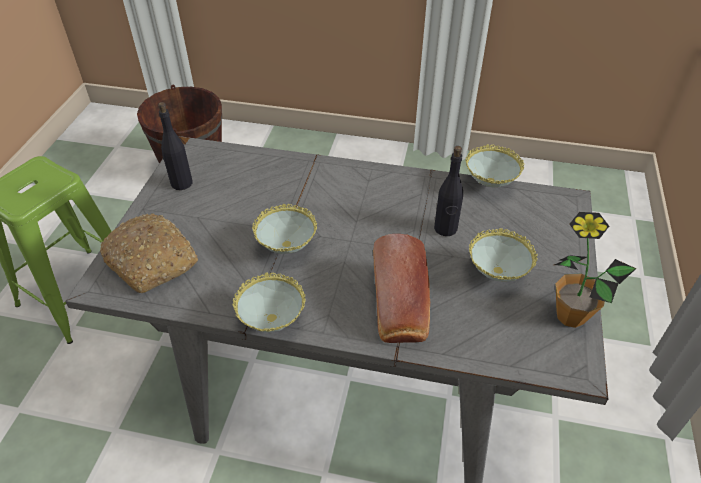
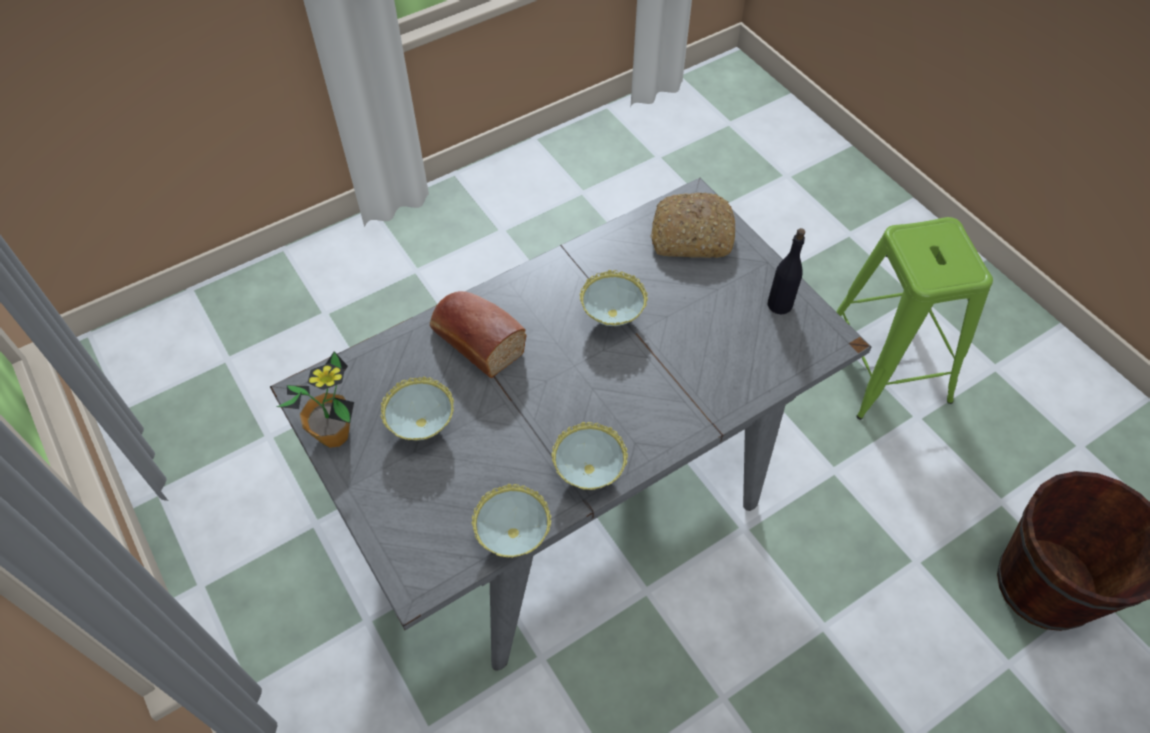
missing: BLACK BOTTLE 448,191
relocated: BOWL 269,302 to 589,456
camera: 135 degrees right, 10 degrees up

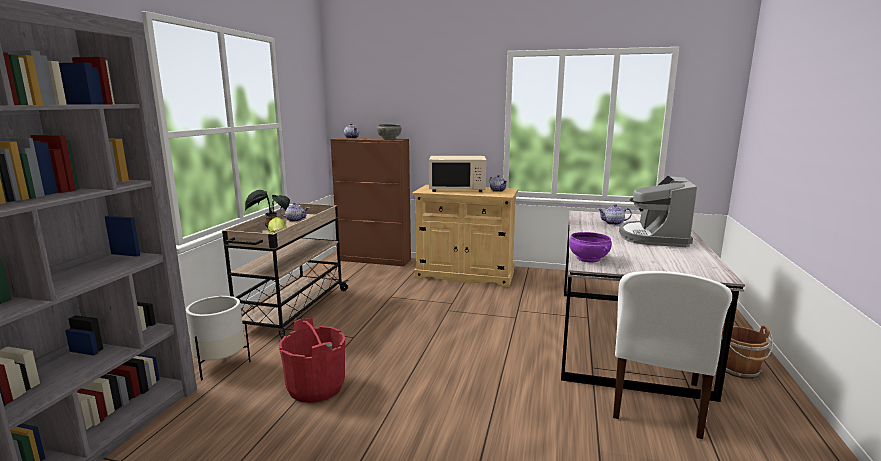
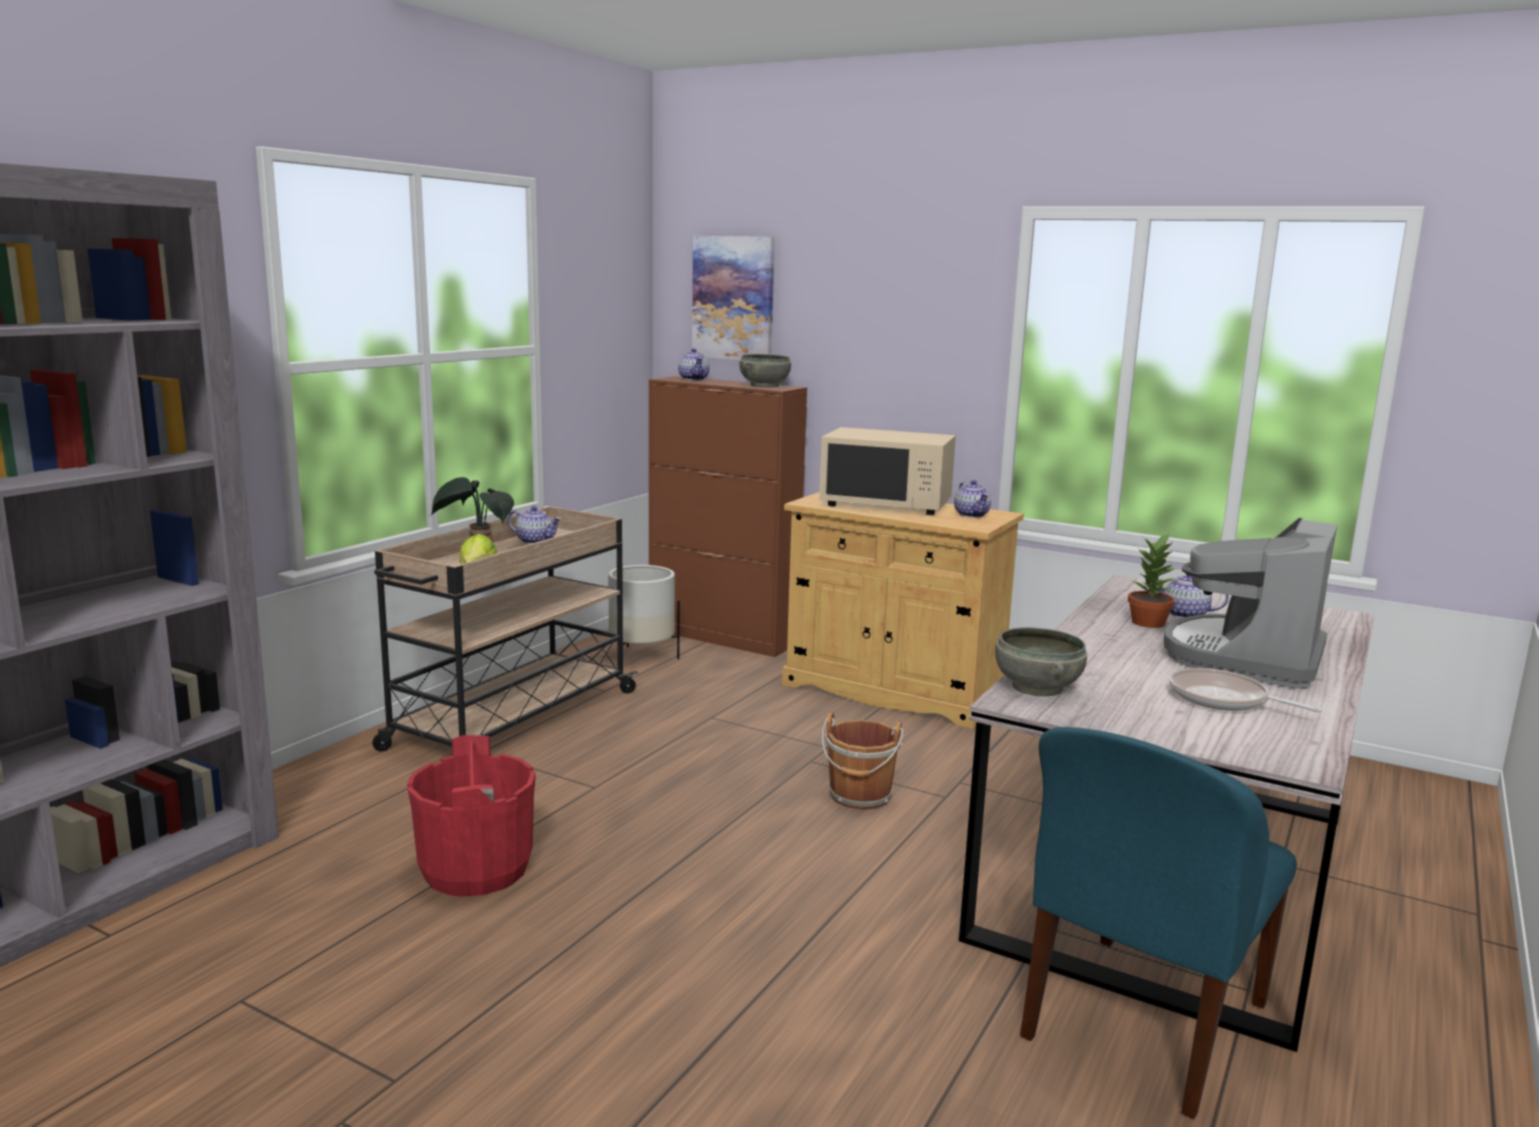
appeared: PICTURE 733,298; POTTED PLANT 1152,581; FRYING PAN 1245,690
relocated: WHITE PLANTER 218,338 to 644,612; BROWN BUCKET 747,352 to 862,761
colour: PURPLE BOWL 590,247 to GREY BOWL 1041,661; WHITE CHAIR 672,355 to BLUE CHAIR 1158,923
camera: 15 degrees right, 0 degrees up

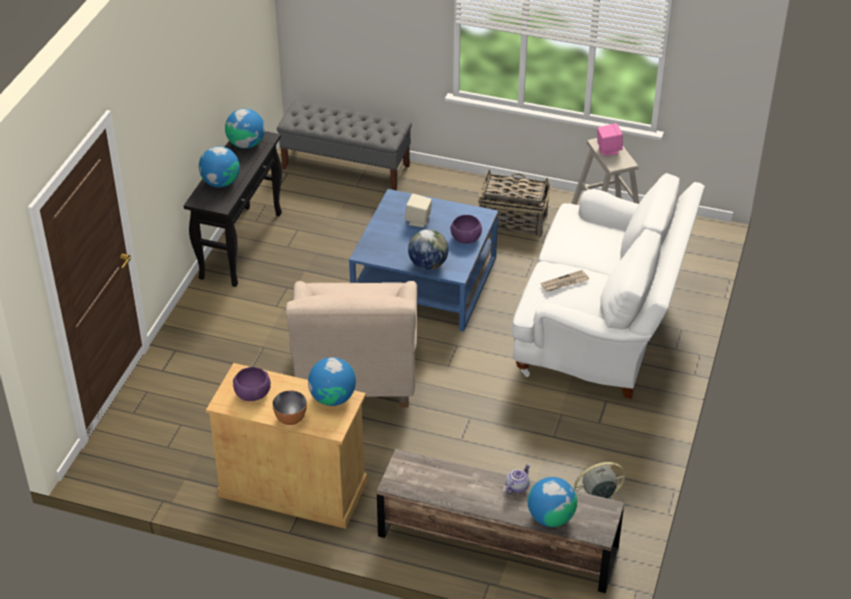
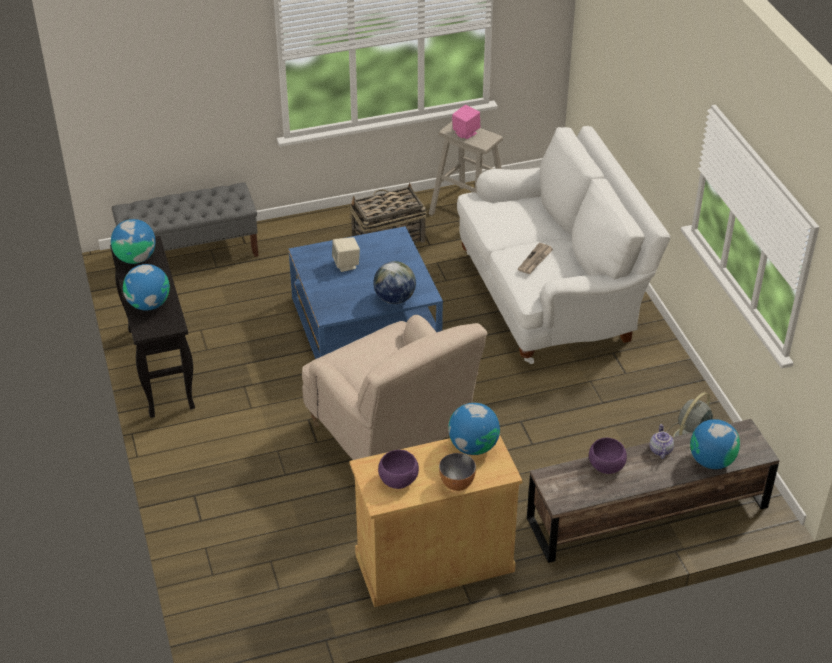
relocated: PURPLE BOWL 466,229 to 608,456
camera: 35 degrees left, 0 degrees up

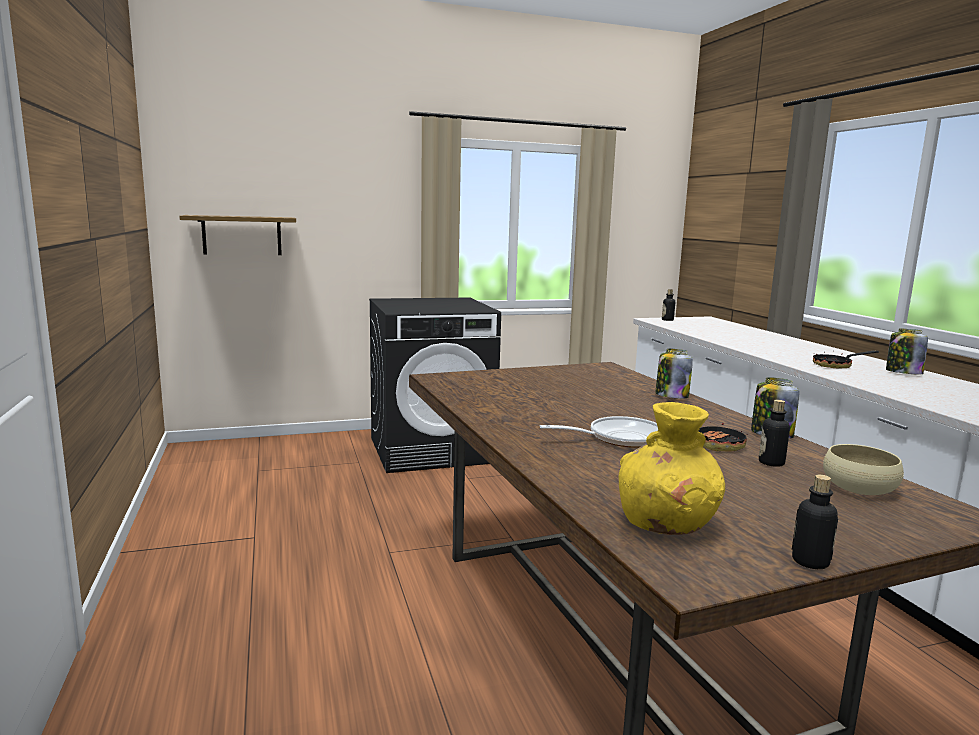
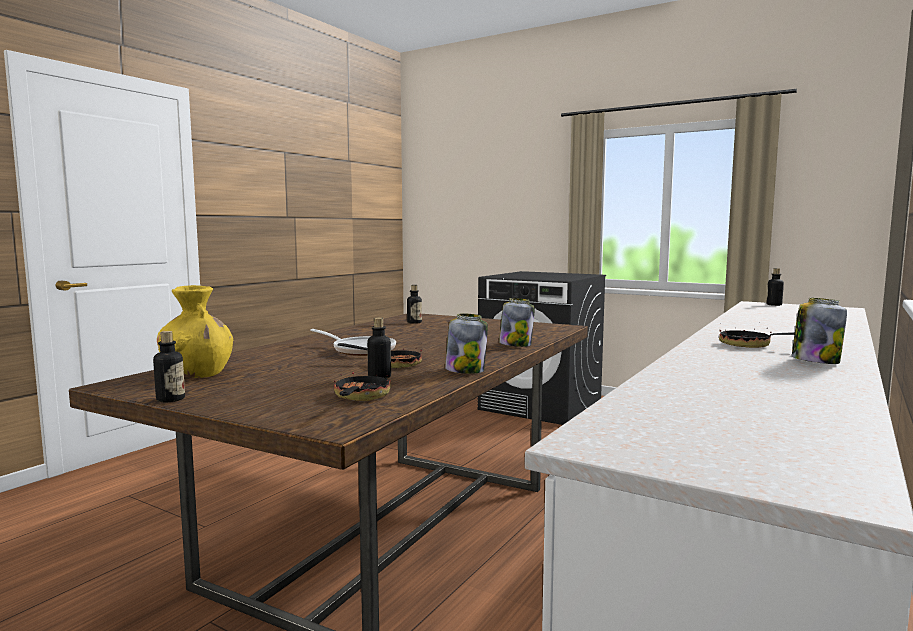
missing: SHELF 237,235
appeared: BOTTLE 414,304
exchanged: BEIGE BOWL 863,469 to FRYING PAN 362,386
camera: 50 degrees right, 5 degrees down

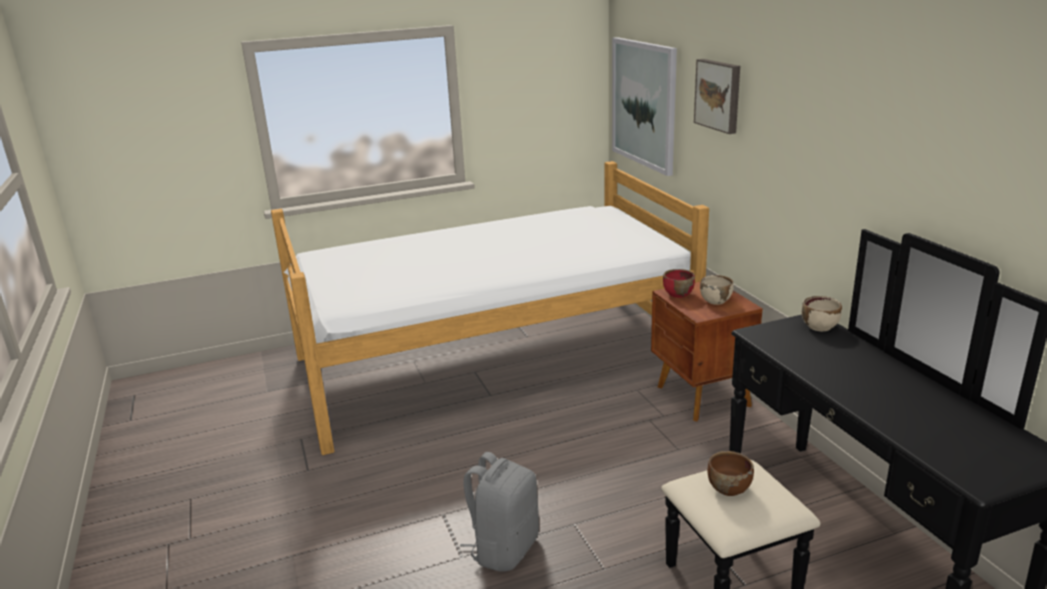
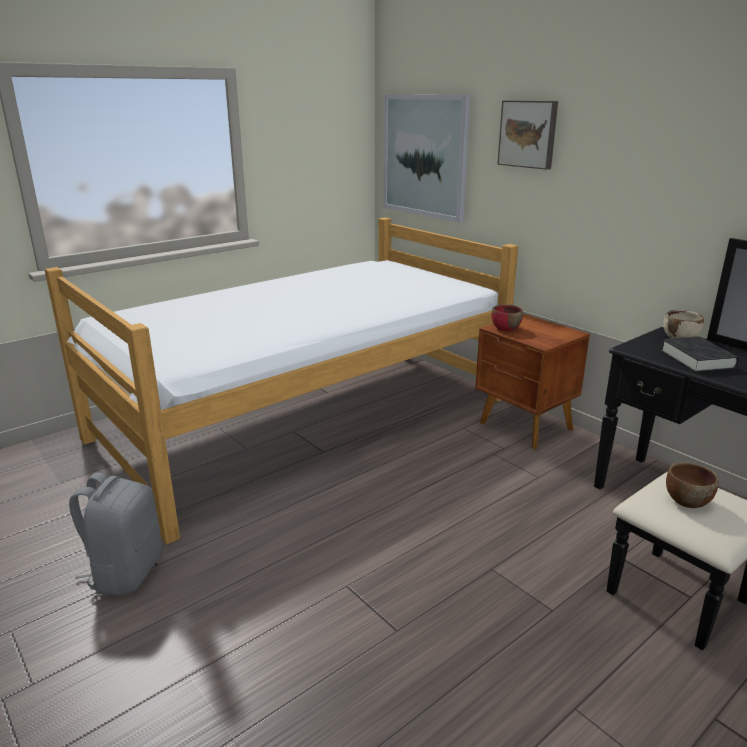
missing: BEIGE BOWL 716,290
appeared: BLACK BOOK 700,354
relocated: GREY BACKPACK 499,512 to 115,533
camera: 20 degrees left, 0 degrees up

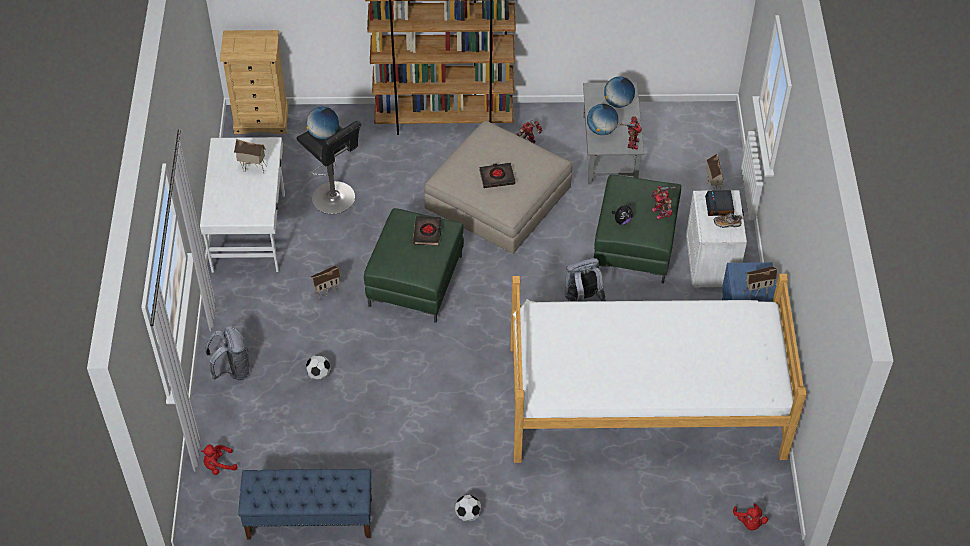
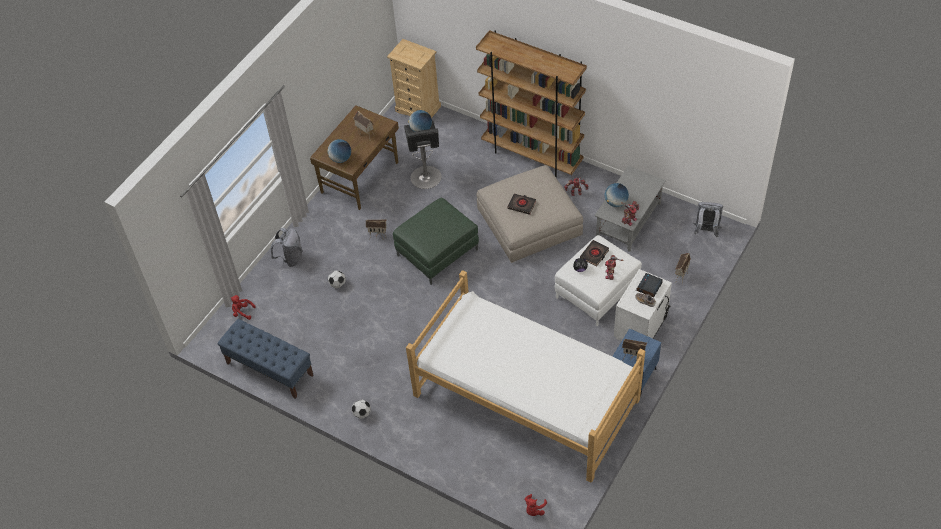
relocated: BLACK BOOK 427,231 to 594,253; GREY BACKPACK 585,279 to 708,219; GLOBE 619,92 to 339,151
colour: WHITE DESK 242,205 to BROWN DESK 354,158; GREEN OTTOMAN 637,229 to WHITE OTTOMAN 598,280
camera: 35 degrees right, 0 degrees up

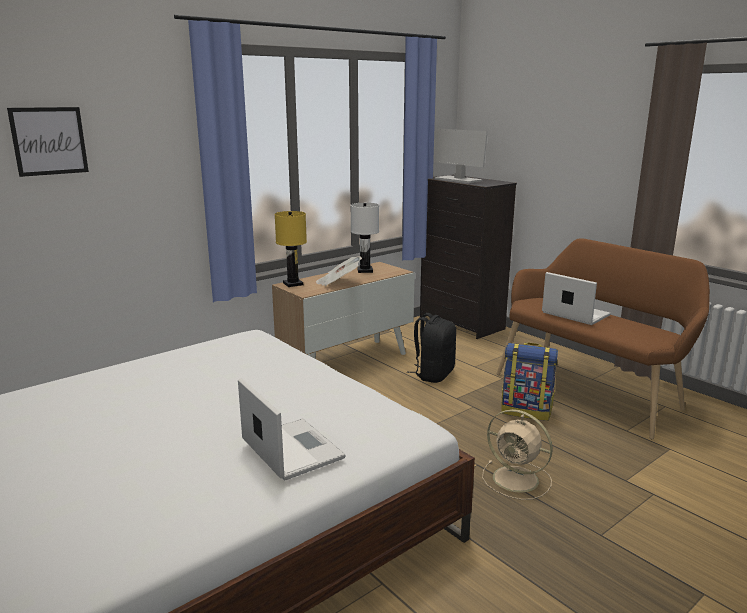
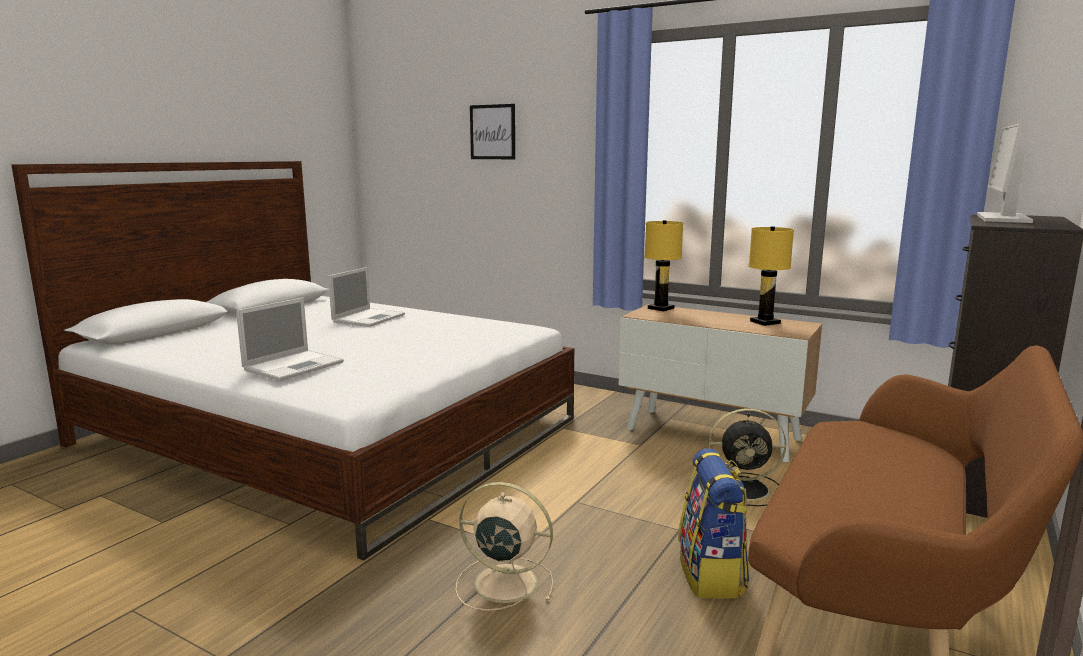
missing: NEWSPAPER 339,271
relocated: LAPTOP 576,298 to 366,297
exchanged: BLACK BACKPACK 431,348 to BLACK FAN 747,457
colour: WHITE TABLE LAMP 364,238 to YELLOW TABLE LAMP 771,276
spun: BEIGE FAN 517,454 = 504,546 90 degrees clockwise
camera: 70 degrees right, 5 degrees down

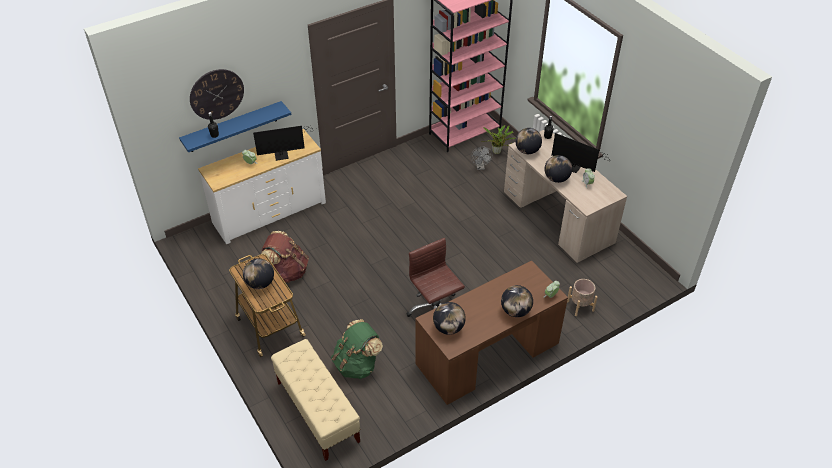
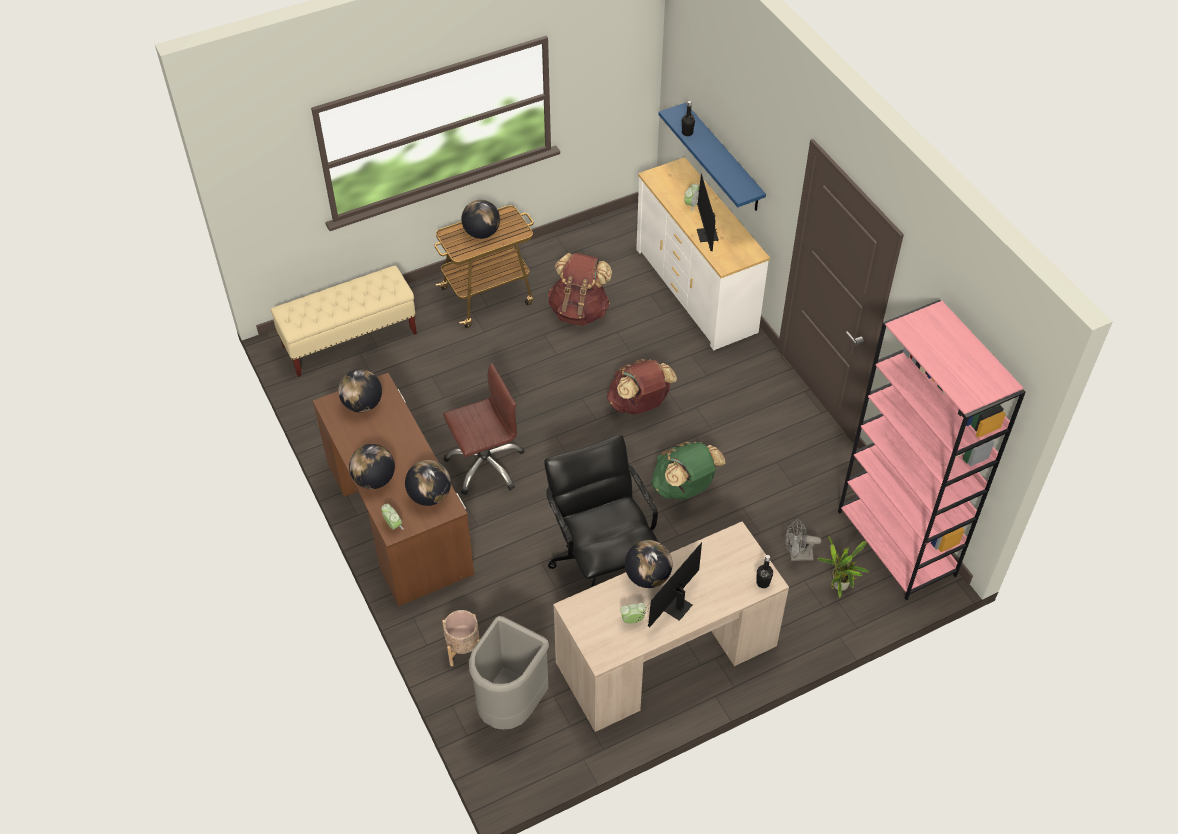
missing: WALL CLOCK 217,94
appeared: GREY TRASH CAN 509,673; BLACK OFFICE CHAIR 601,511; BROWN BACKPACK 642,387
relocated: GREEN BACKPACK 357,349 to 688,470; GLOBE 528,141 to 428,483
camera: 95 degrees right, 5 degrees up

